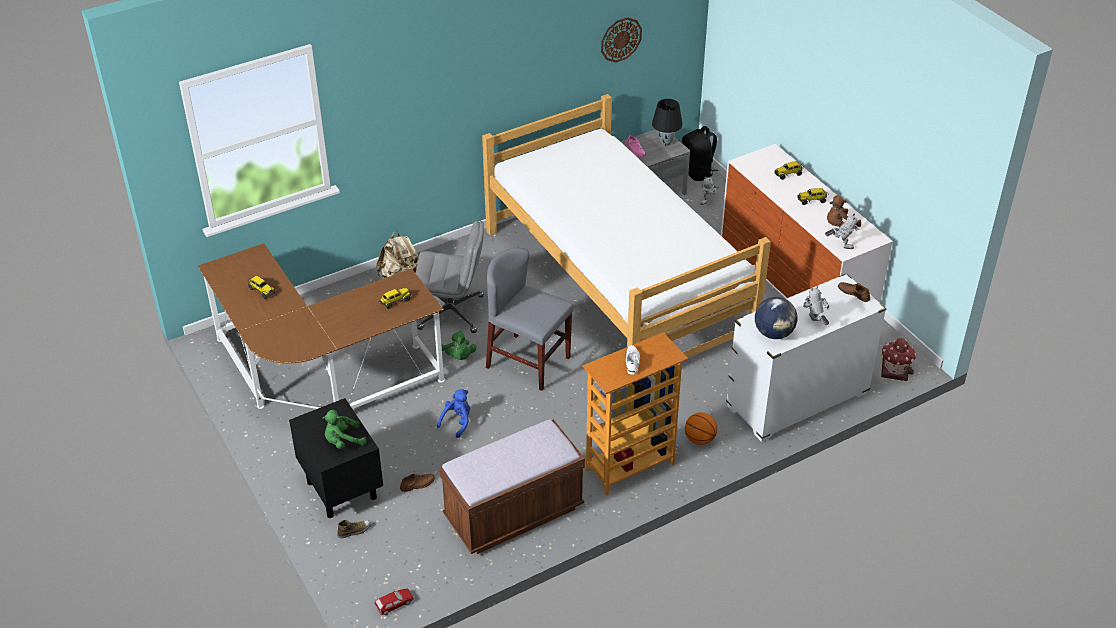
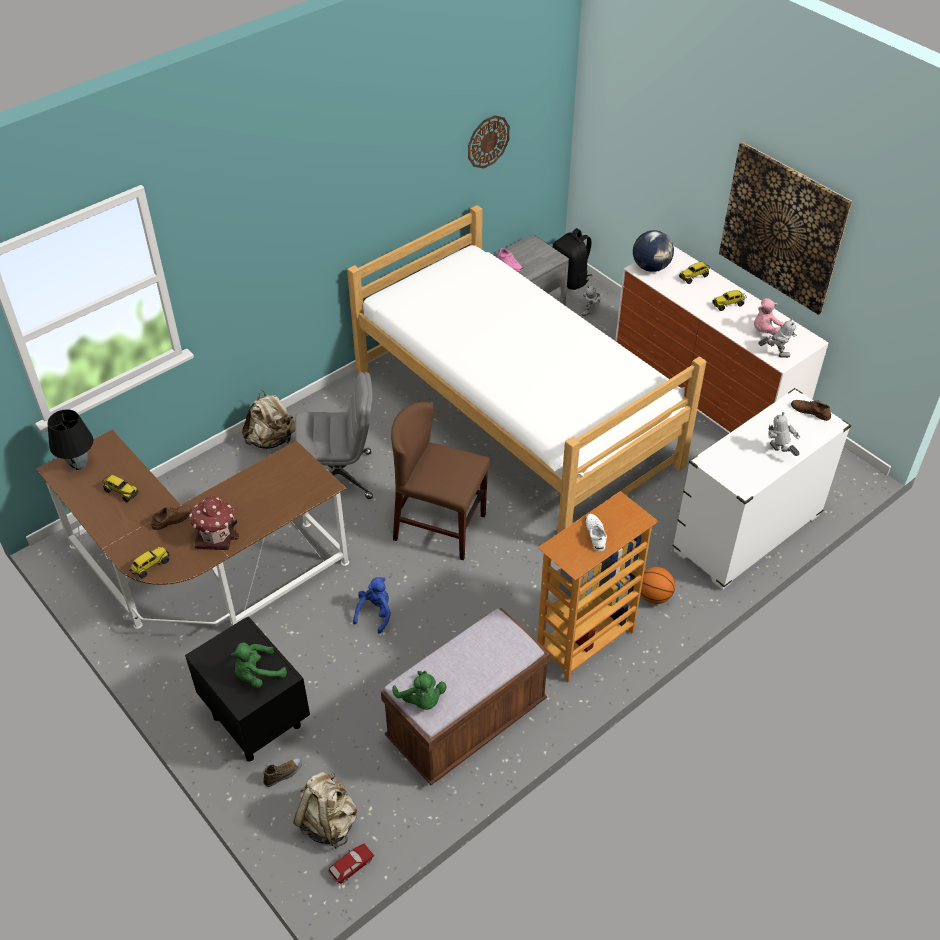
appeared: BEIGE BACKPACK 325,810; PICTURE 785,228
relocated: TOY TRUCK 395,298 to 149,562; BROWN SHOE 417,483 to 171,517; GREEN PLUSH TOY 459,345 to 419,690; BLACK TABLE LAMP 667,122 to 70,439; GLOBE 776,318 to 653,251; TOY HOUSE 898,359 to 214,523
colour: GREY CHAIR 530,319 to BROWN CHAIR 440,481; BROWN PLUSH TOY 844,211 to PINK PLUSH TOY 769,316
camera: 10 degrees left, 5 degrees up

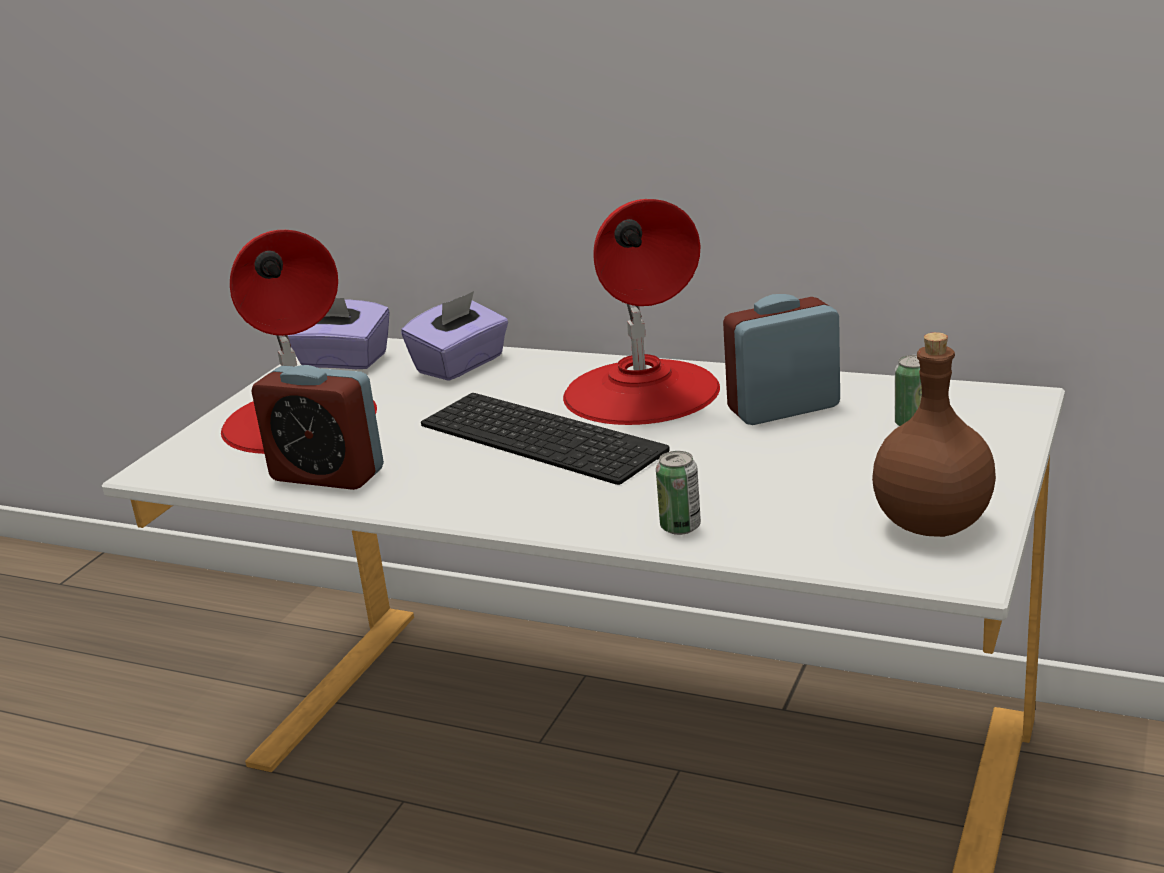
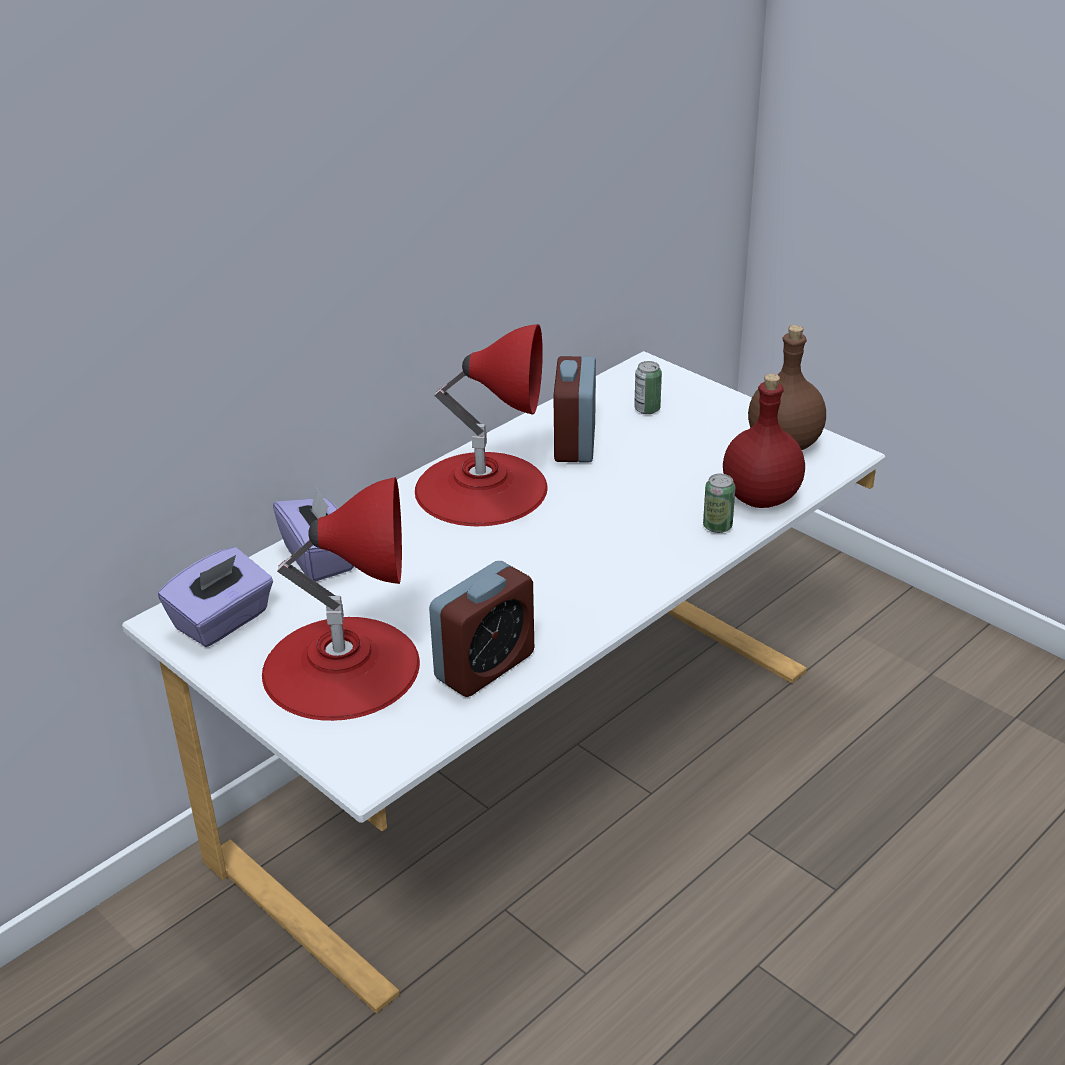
missing: KEYBOARD 545,439
appeared: RED BOTTLE 764,441
camera: 70 degrees left, 10 degrees up

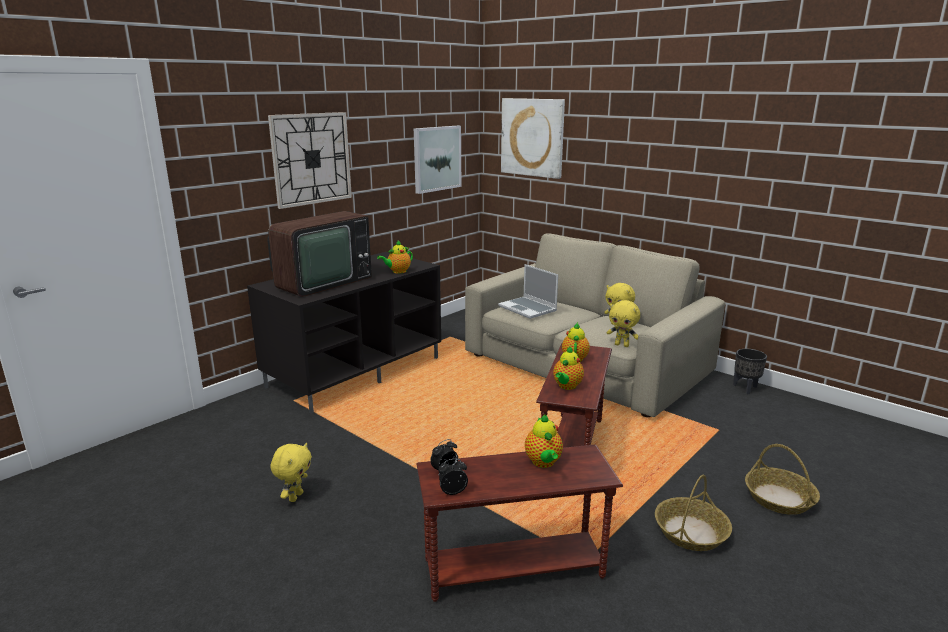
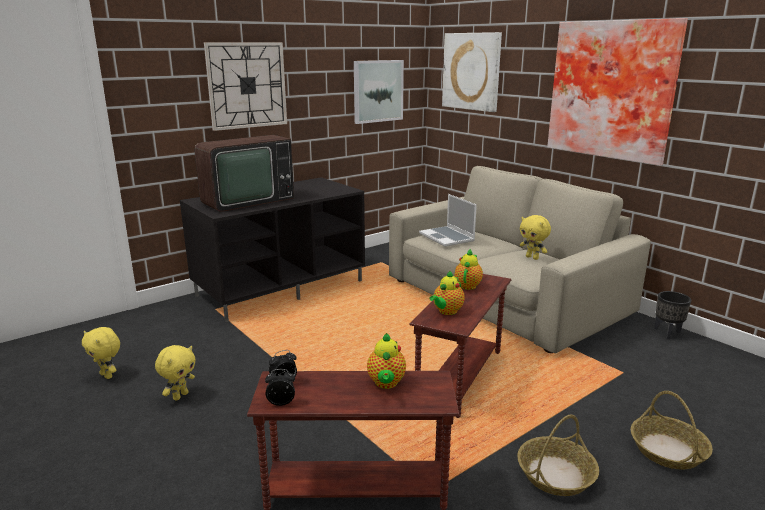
missing: TEAPOT 395,257
appeared: PICTURE 617,92
relocated: YELLOW PLUSH TOY 623,323 to 101,353
camera: 10 degrees right, 0 degrees up

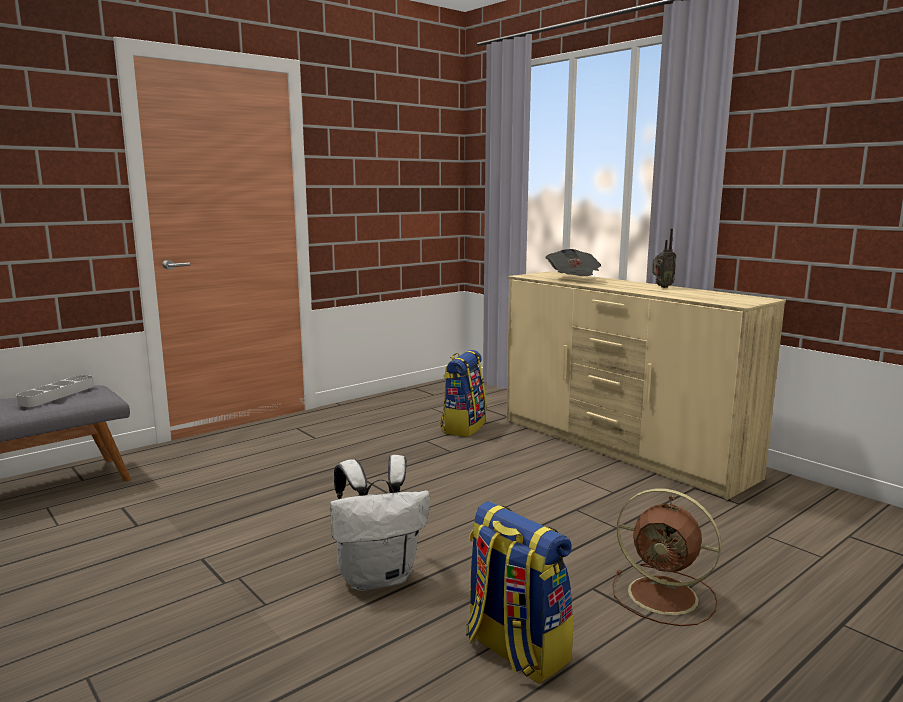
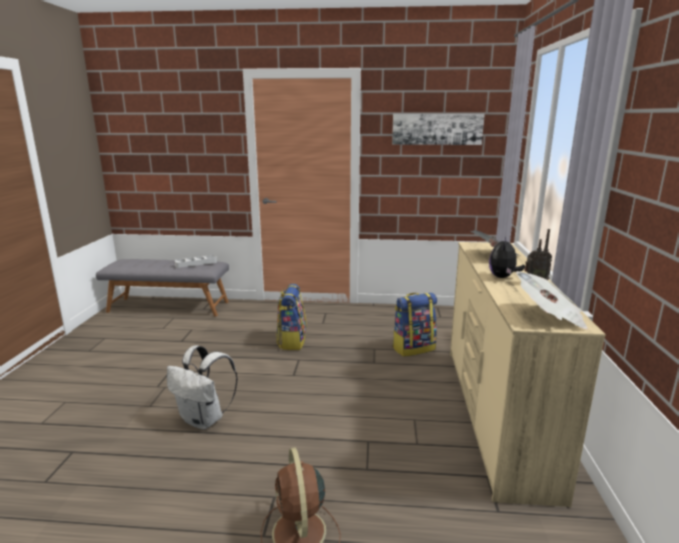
appeared: PICTURE 438,129; PLUSH TOY 507,257; NEWSPAPER 552,300
relocated: BACKPACK 519,592 to 291,317
camera: 45 degrees right, 5 degrees up

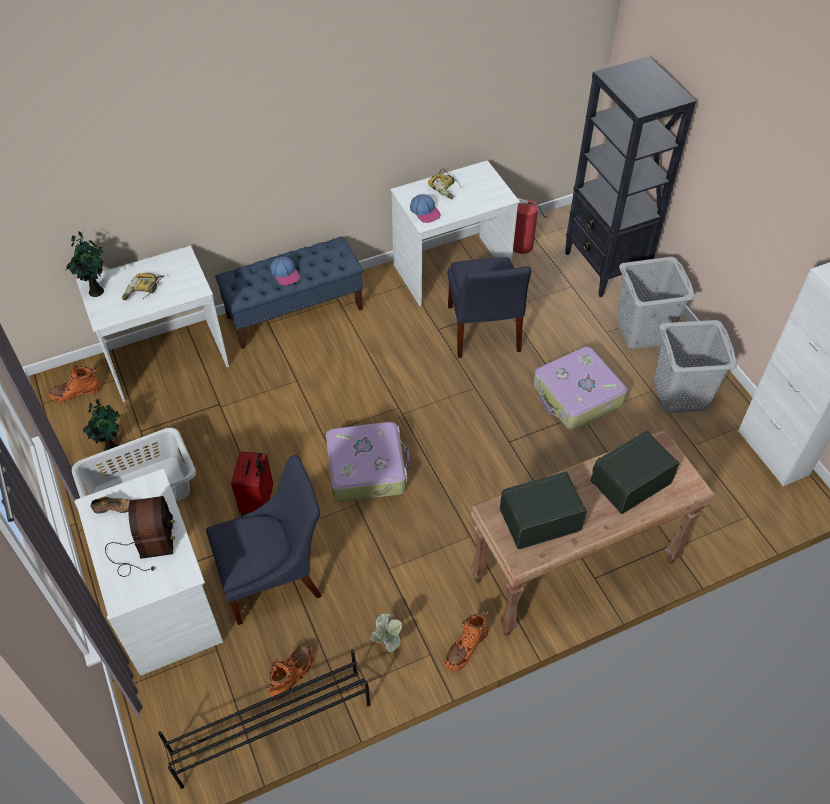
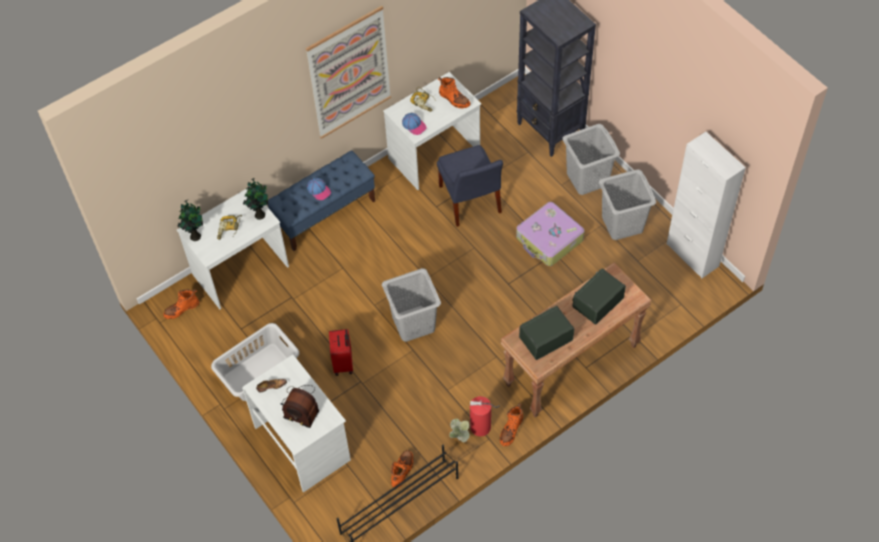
missing: BLUE CHAIR 264,540
appeared: PICTURE 348,72; ORANGE BOOT 454,93
relocated: POTTED PLANT 101,425 to 255,199; FIRE EXTINGUISHER 530,226 to 485,416
exchanged: SUITCASE 368,462 to GREY LAUNDRY BASKET 411,305
spun: RADIO 140,536 = 300,406 135 degrees clockwise
camera: 10 degrees left, 5 degrees up

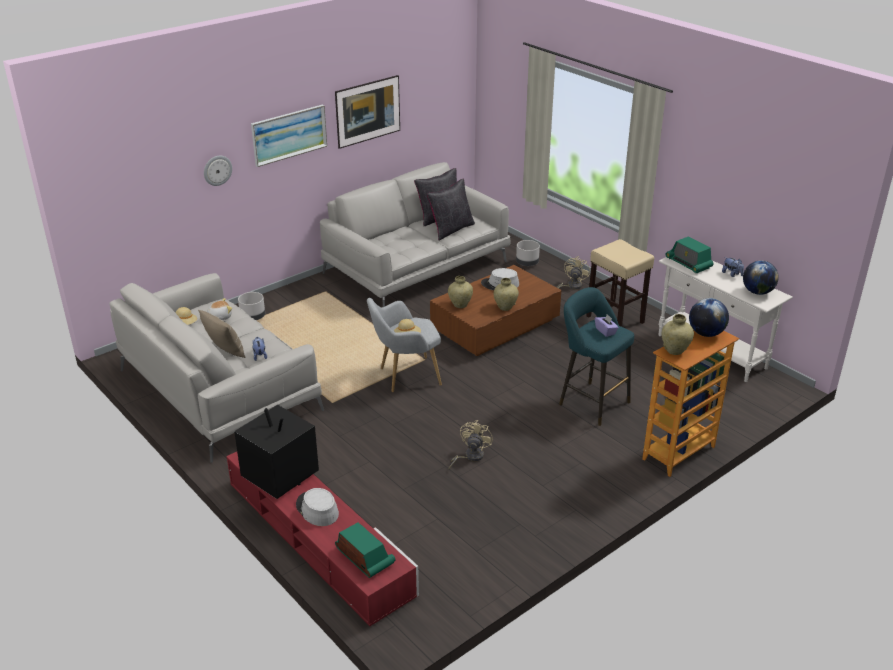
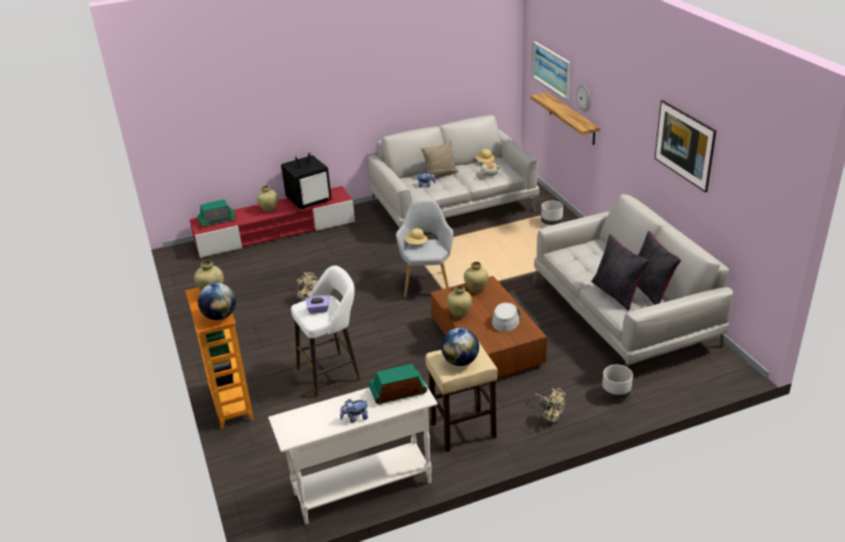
appeared: SHELF 565,118
relocated: PICTURE 289,136 to 551,71; GLOBE 761,278 to 460,347
exchanged: GREY HAT 317,507 to BEIGE VASE 267,199
colour: TURQUOISE STOOL 596,356 to WHITE STOOL 326,331
camera: 110 degrees right, 0 degrees up

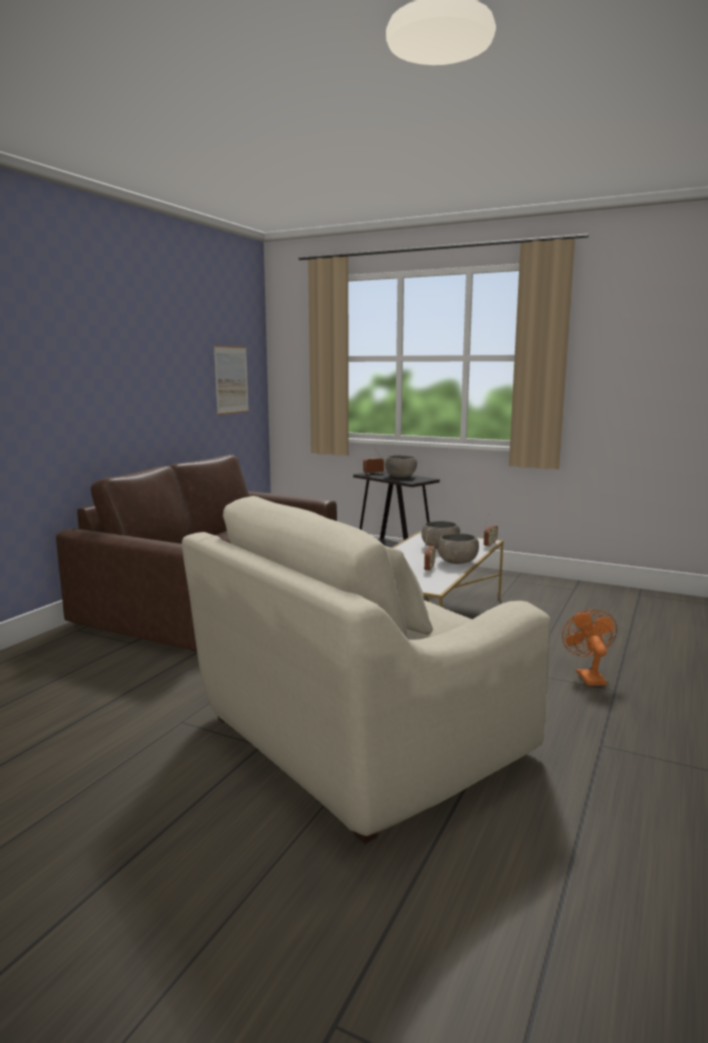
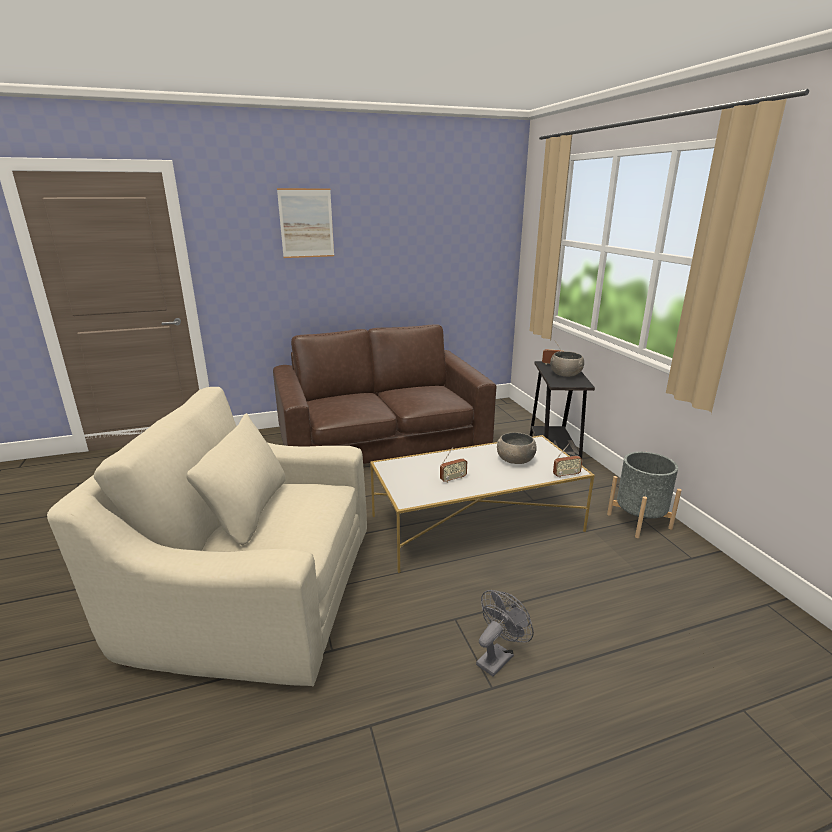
missing: GREY BOWL 458,548
appeared: GREY PLANTER 644,495
relocated: PICTURE 231,380 to 305,223
colour: ORANGE FAN 589,647 to GREY FAN 505,633
camera: 45 degrees right, 10 degrees up

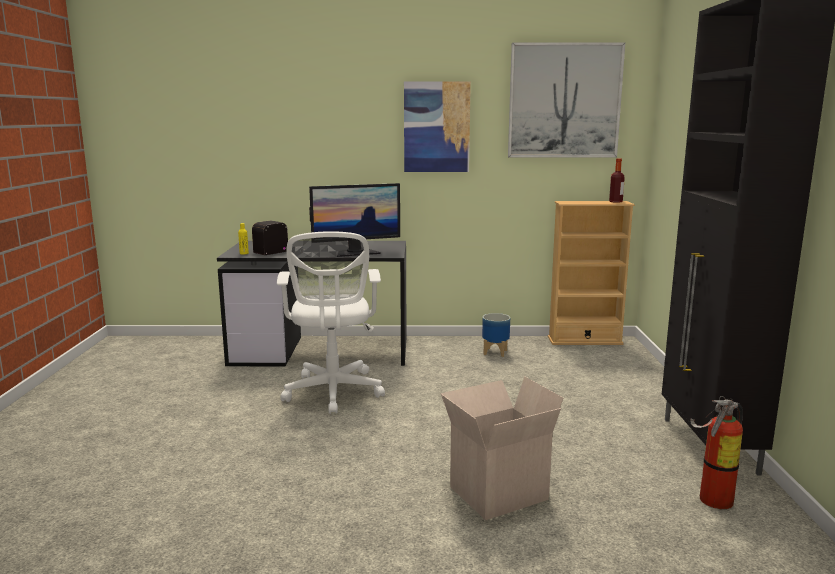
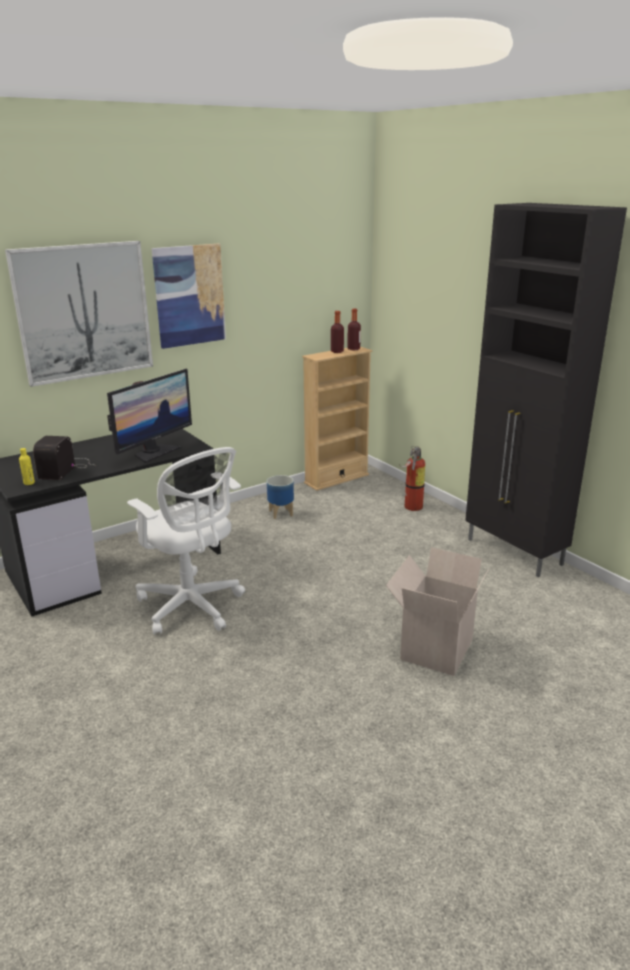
appeared: BOTTLE 337,332
relocated: PICTURE 566,99 to 79,314; FIRE EXTINGUISHER 716,452 to 412,478
camera: 35 degrees left, 10 degrees up

